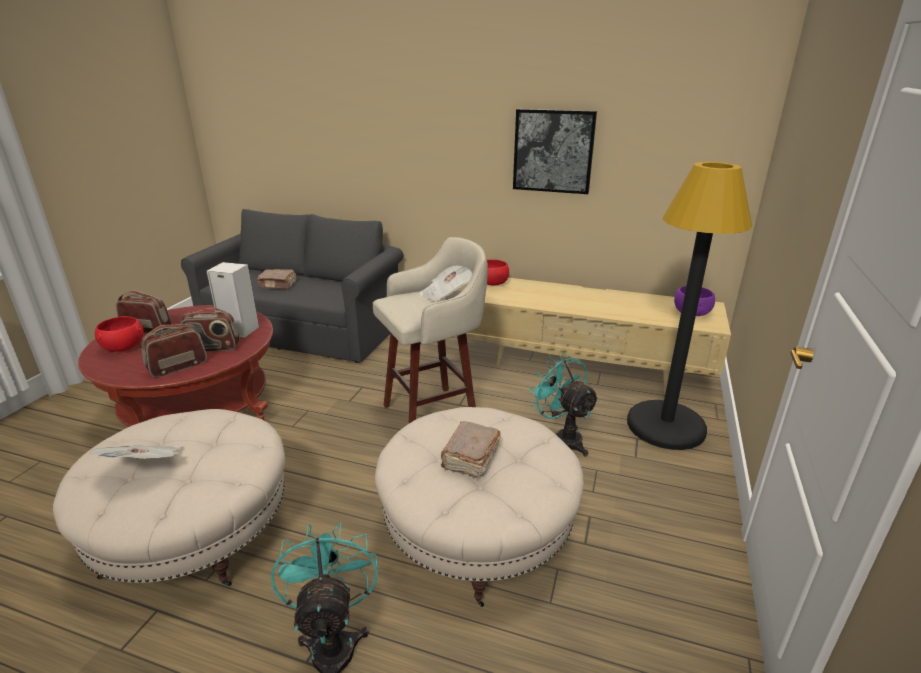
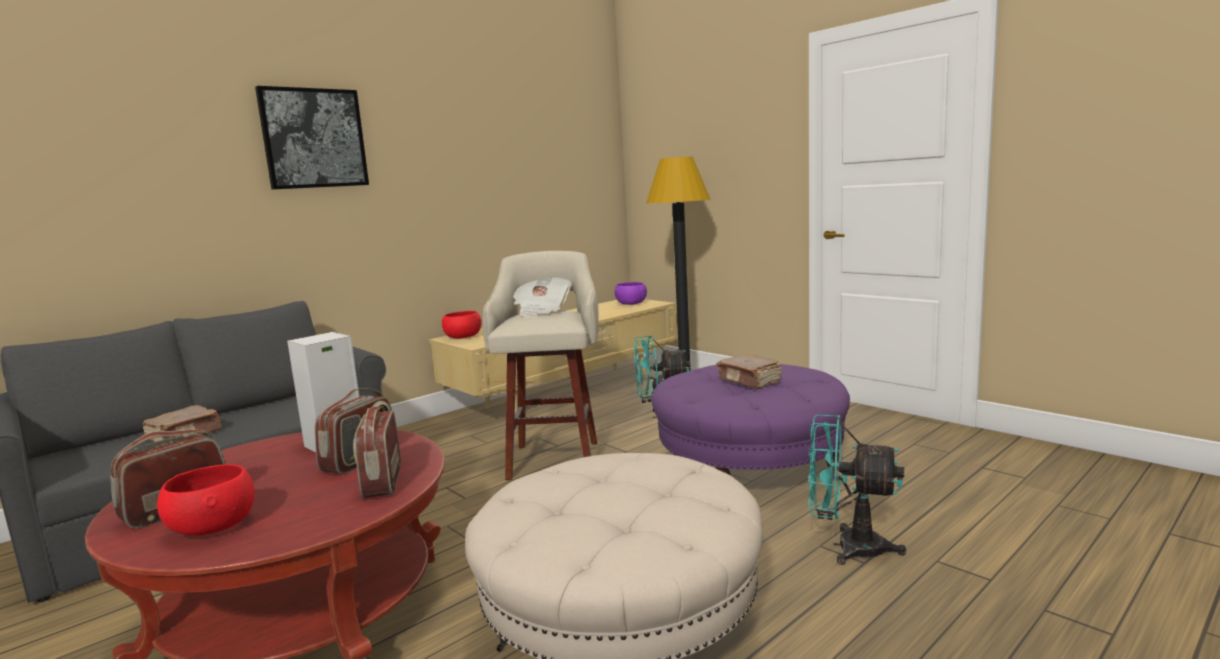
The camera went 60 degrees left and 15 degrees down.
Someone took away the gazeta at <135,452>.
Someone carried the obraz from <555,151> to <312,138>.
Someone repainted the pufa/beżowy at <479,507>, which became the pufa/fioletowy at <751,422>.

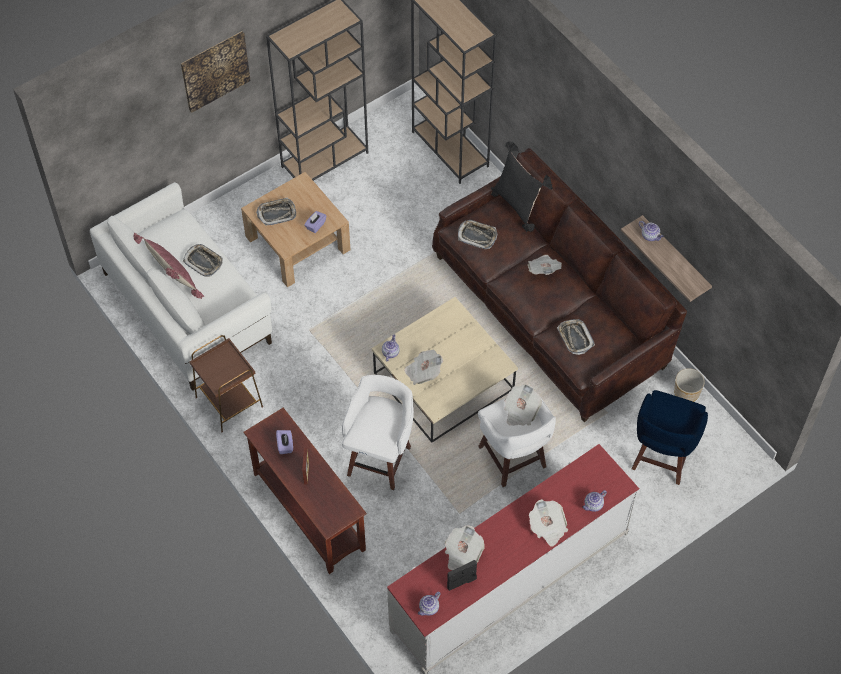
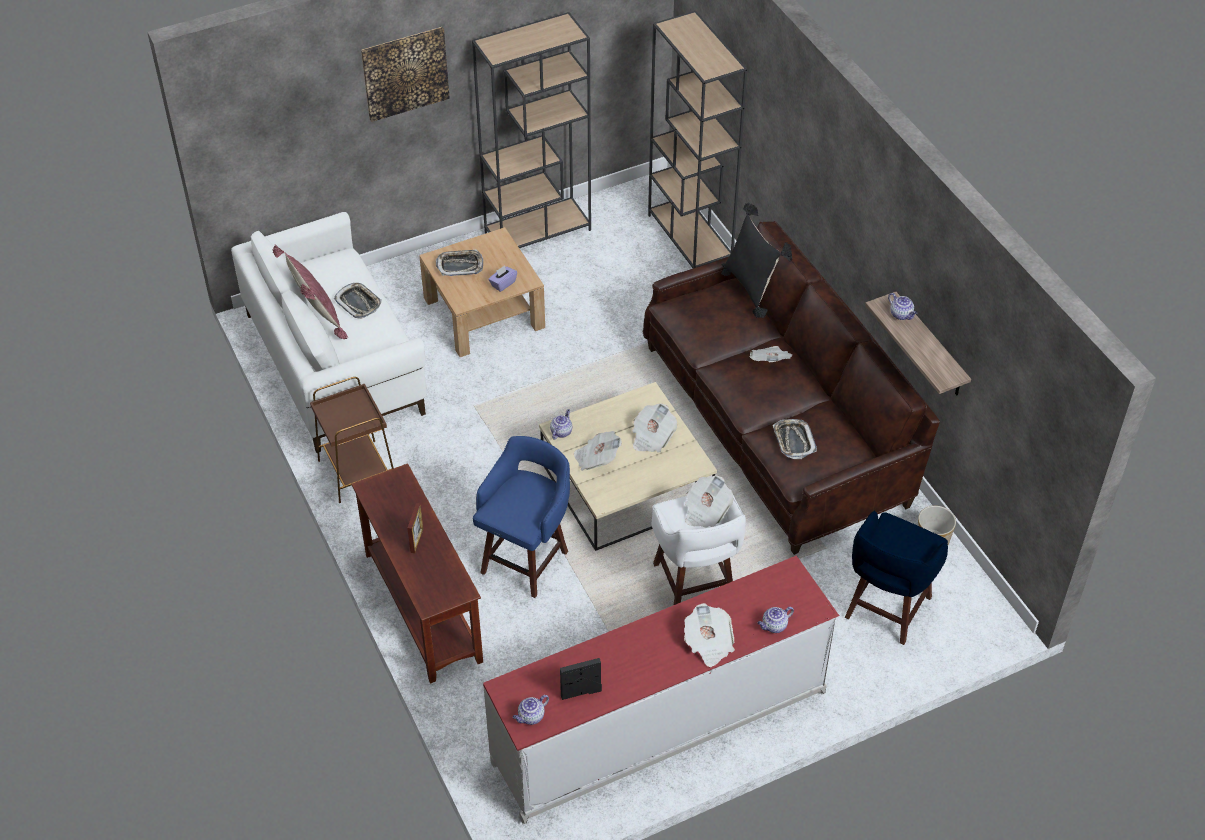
The camera went 10 degrees right and 10 degrees down.
Someone took away the pudełko chusteczek/fioletowy at <284,442>.
Someone took away the taca at <477,234>.
Someone carried the gazeta from <465,547> to <654,427>.
Someone repainted the stołek/biały at <378,432>, which became the stołek/niebieski at <521,517>.

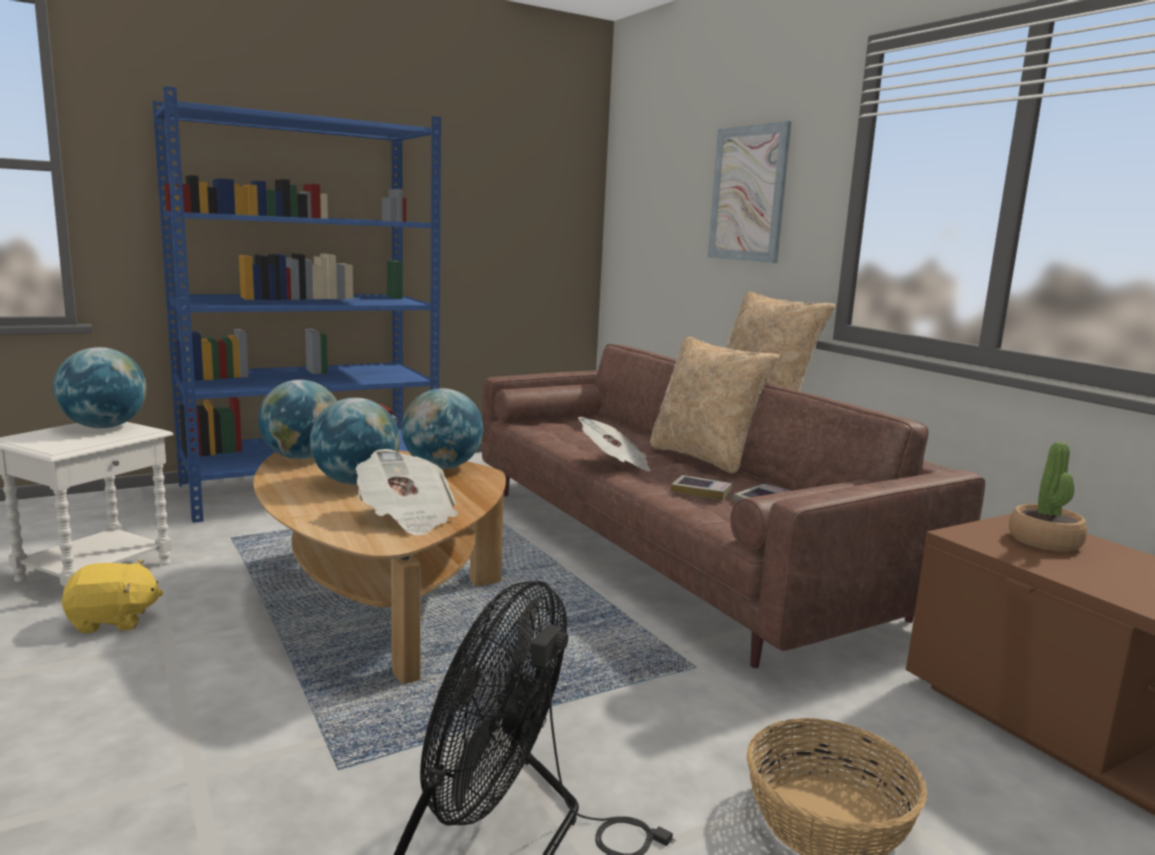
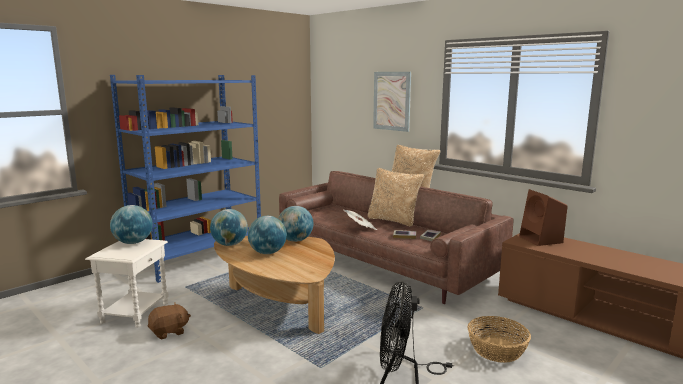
The camera went 15 degrees left and 0 degrees up.
Someone took away the gazeta at <407,492>.
Someone swapped the roślina doniczkowa at <1048,497> for the głośnik/brązowy at <543,217>.
Someone repainted the pluszak/żółty at <112,596>, which became the pluszak/brązowy at <169,320>.

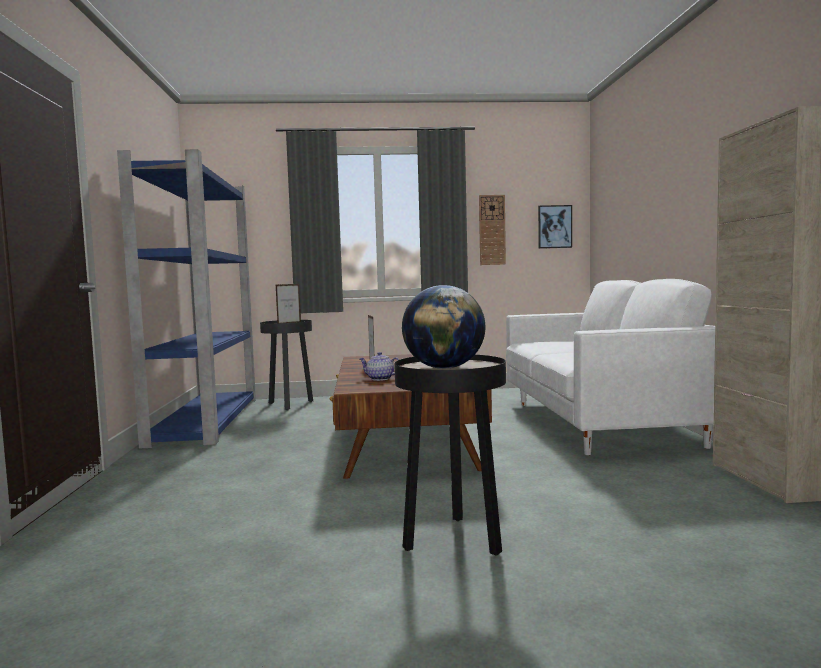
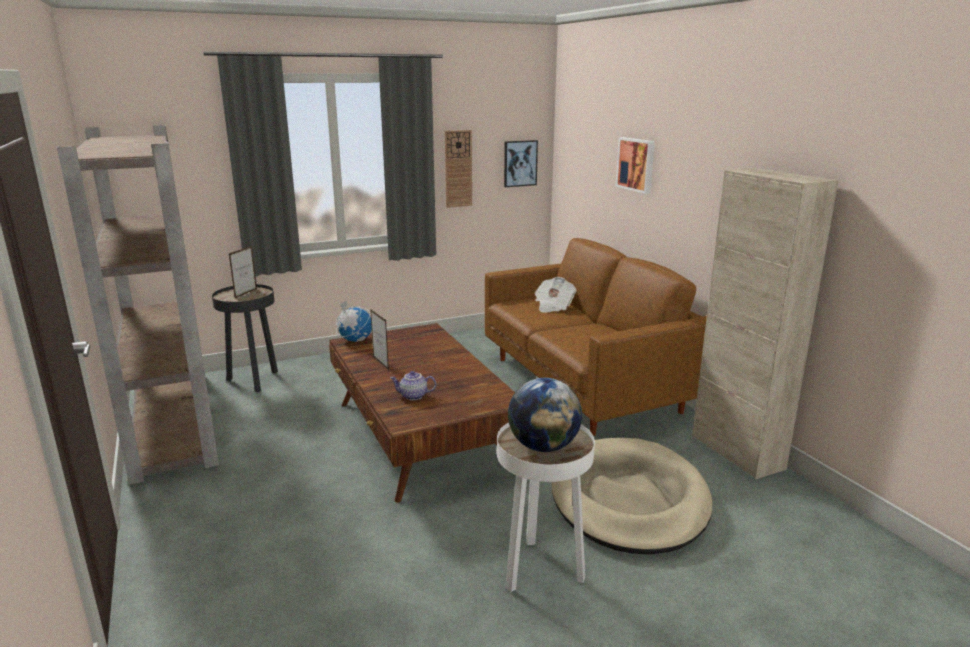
The camera went 20 degrees left and 15 degrees up.
Someone put down the globus at <354,321>.
Someone put down the gazeta at <556,295>.
Someone put down the legowisko/beżowy at <632,496>.
Someone put up the obraz at <635,165>.
Someone repainted the regał/niebieski at <186,299>, which became the regał/brązowy at <138,305>.
Someone repainted the stolik/czarny at <450,455>, which became the stolik/biały at <546,507>.
Someone repainted the kanapa/biały at <610,367>, which became the kanapa/brązowy at <596,337>.

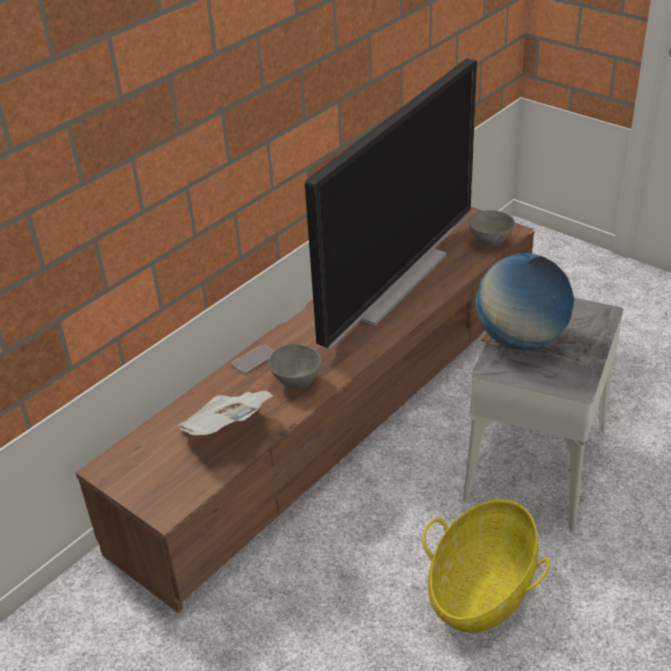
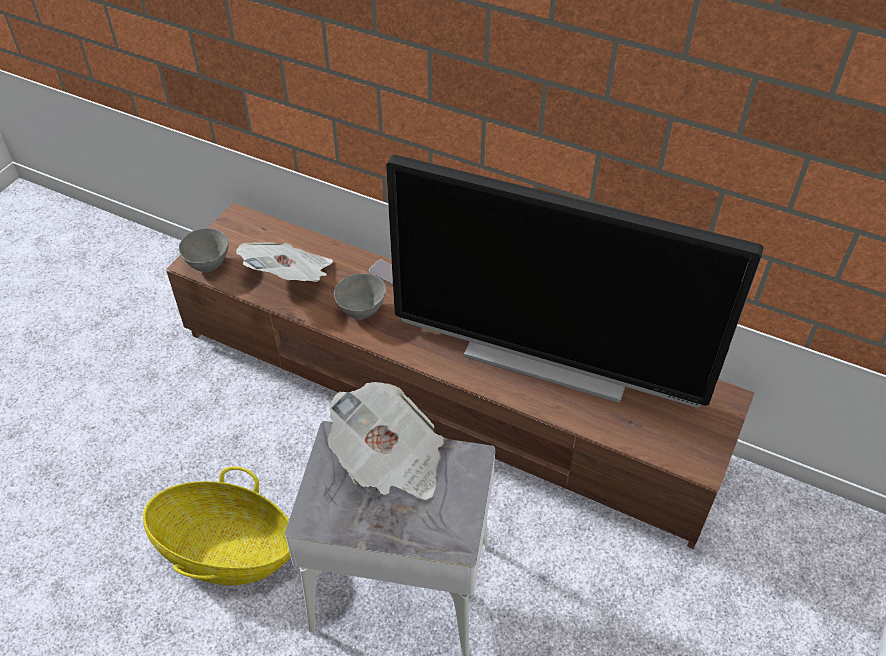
The camera went 75 degrees right and 10 degrees up.
Someone carried the miska/szary from <491,228> to <203,250>.
Someone swapped the globus at <524,301> for the gazeta at <385,441>.

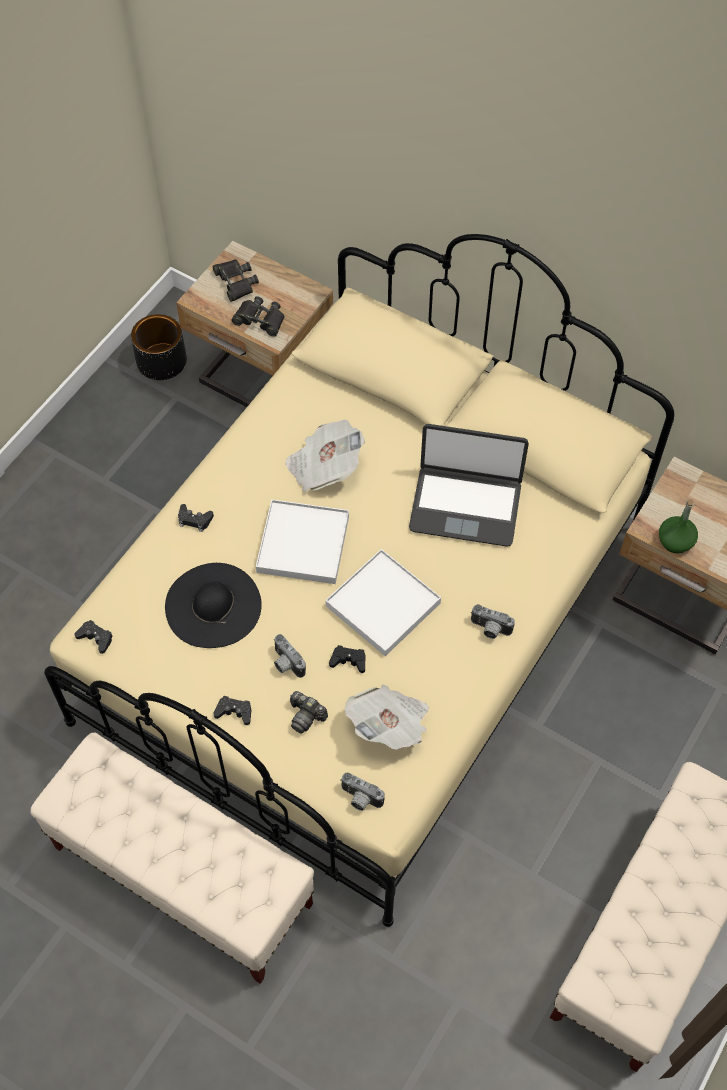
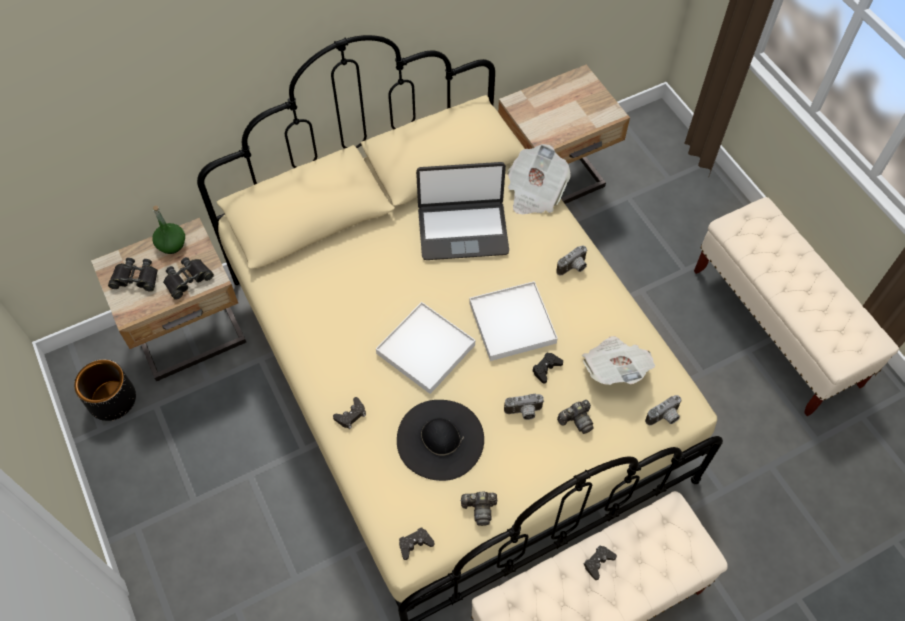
The camera went 60 degrees left and 0 degrees up.
Someone put down the aparat fotograficzny at <478,509>.
Someone carried the pad do gier/czarny from <232,710> to <600,563>.
Someone carried the gazeta from <325,455> to <539,179>.
Someone carried the butelka/zielony from <678,526> to <168,229>.
Someone rotated the laptop at <469,485> by 45 degrees clockwise.

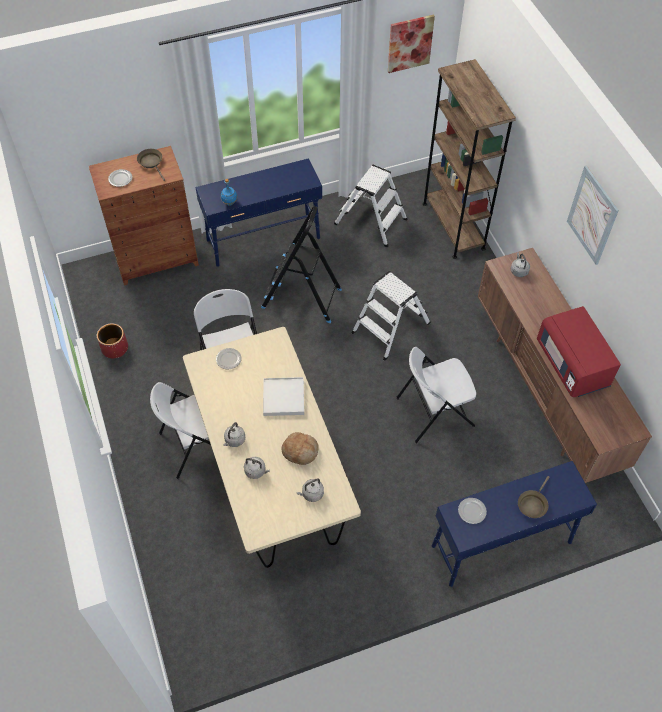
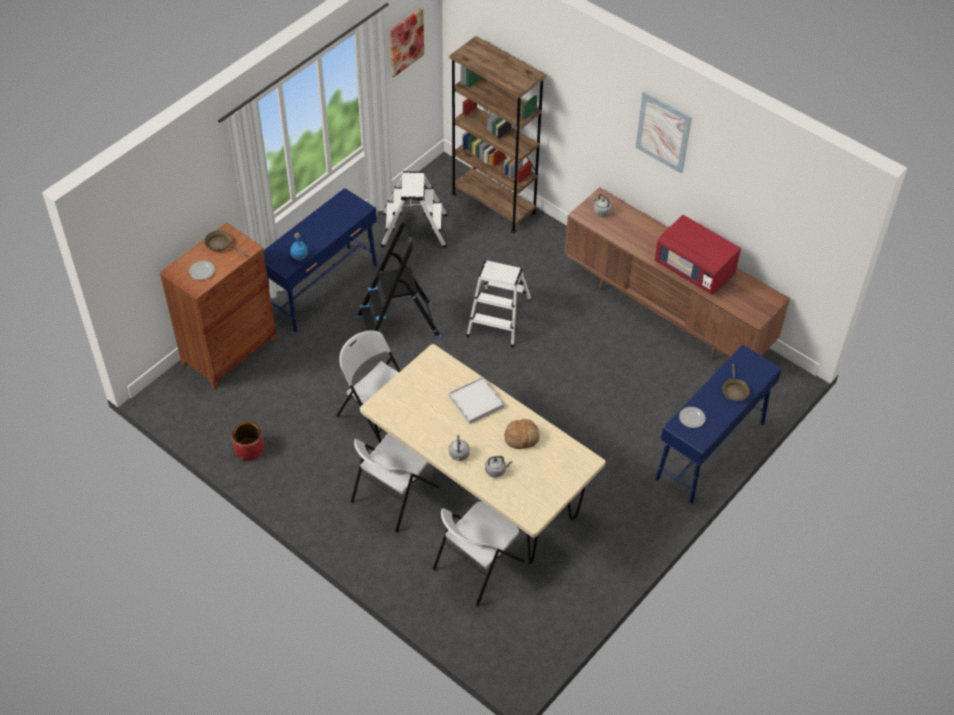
The camera went 30 degrees left and 5 degrees down.
Someone took away the talerz at <228,358>.
Someone took away the czajnik/szary at <310,490>.
Someone carried the krzesło/biały from <436,395> to <478,553>.

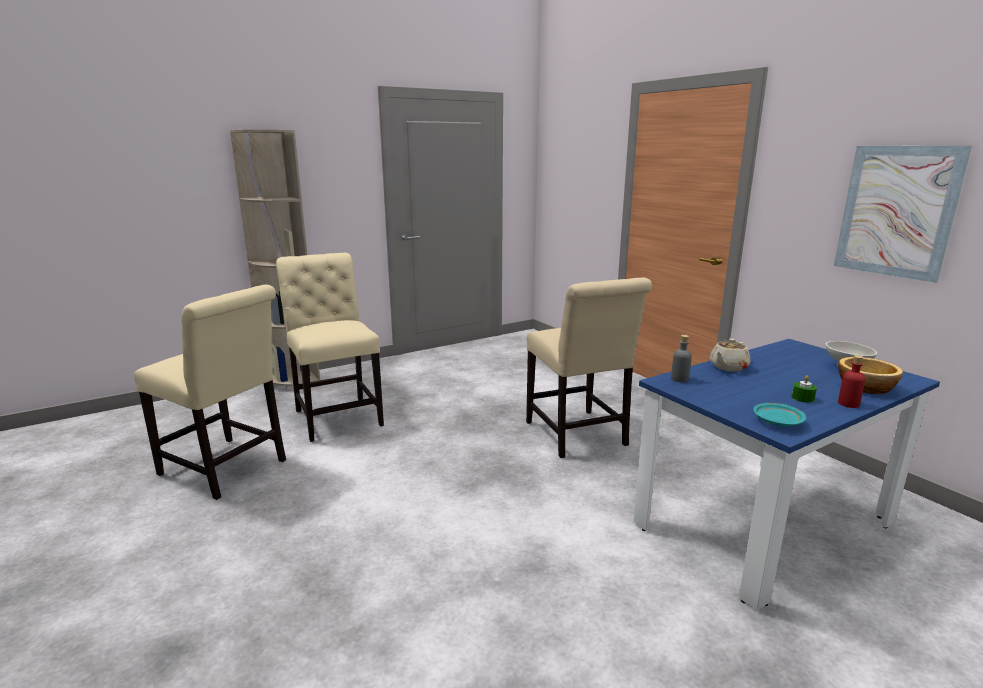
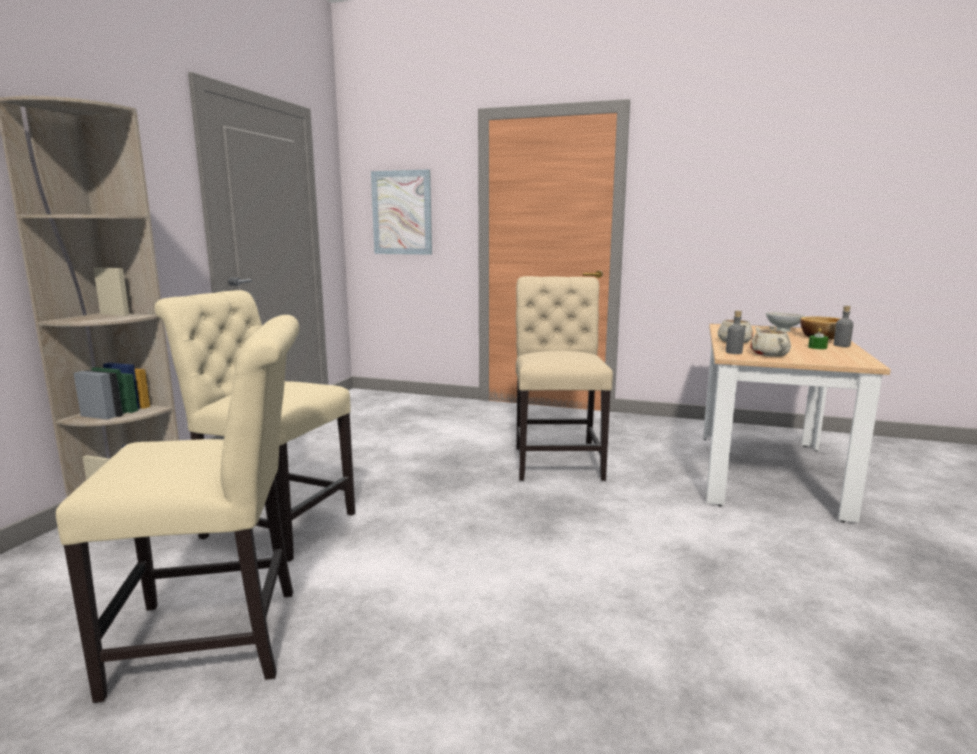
The camera went 40 degrees left and 5 degrees down.
Someone took away the talerz/turkusowy at <780,414>.
Someone put down the imbryk/beżowy at <770,341>.
Someone carried the obraz from <903,214> to <401,212>.
Someone repainted the stół jadalny/niebieski at <786,475>, which became the stół jadalny/beżowy at <797,423>.
Someone repainted the butelka/czerwony at <851,381>, which became the butelka/szary at <843,326>.
Someone rotated the krzesło/beżowy at <589,368> by 120 degrees counterclockwise.

